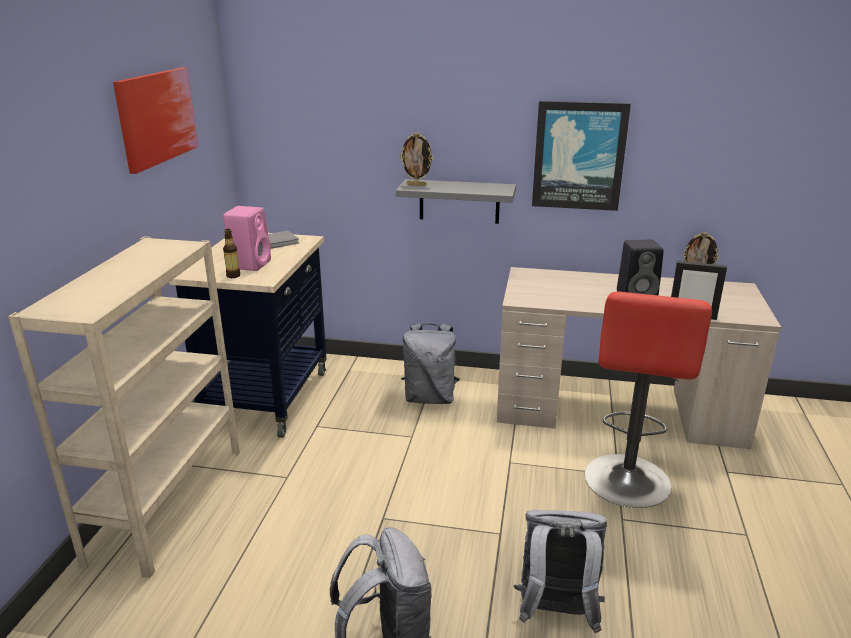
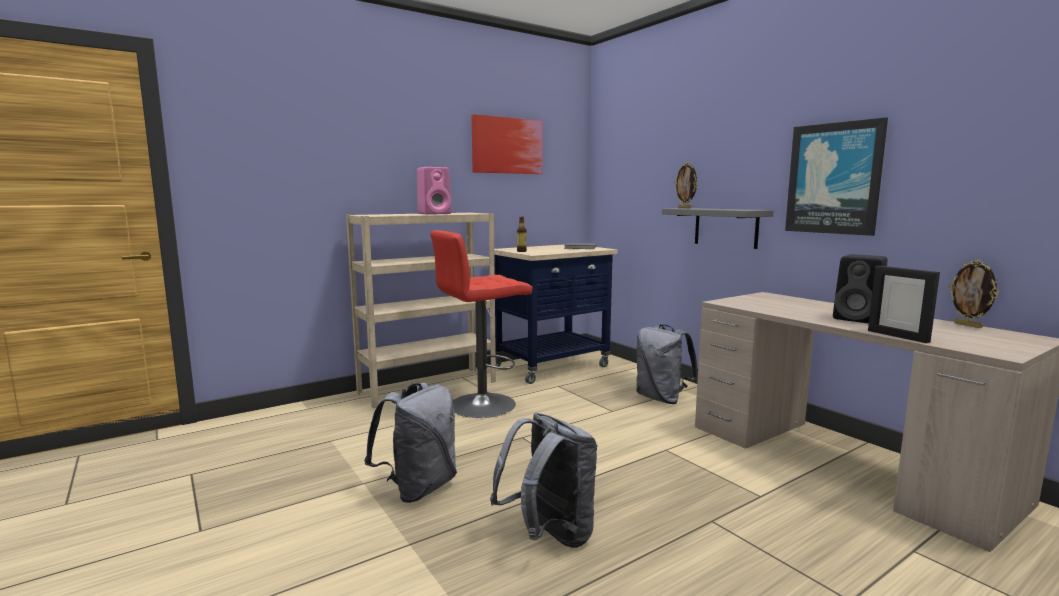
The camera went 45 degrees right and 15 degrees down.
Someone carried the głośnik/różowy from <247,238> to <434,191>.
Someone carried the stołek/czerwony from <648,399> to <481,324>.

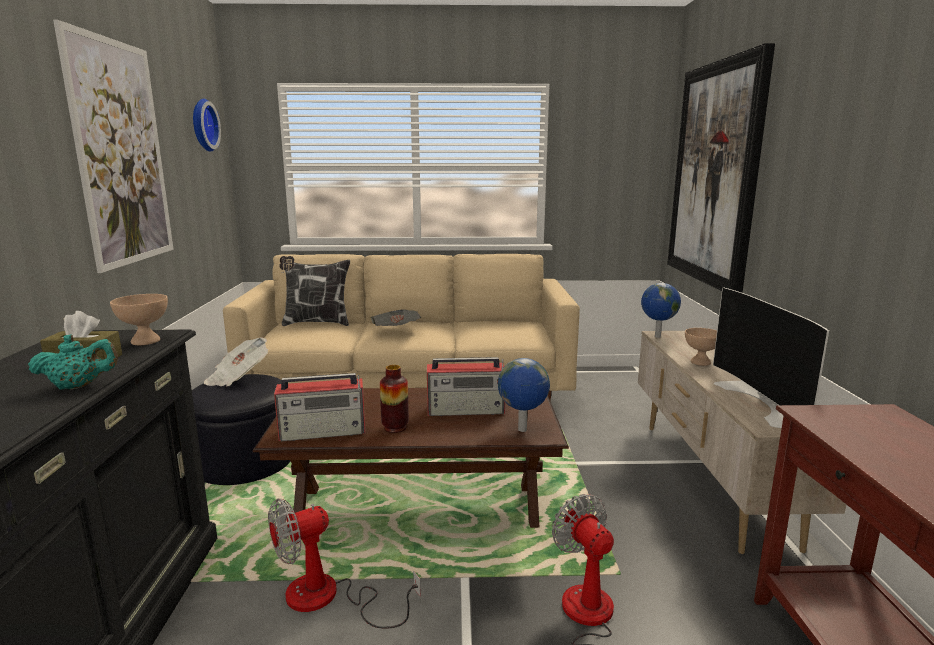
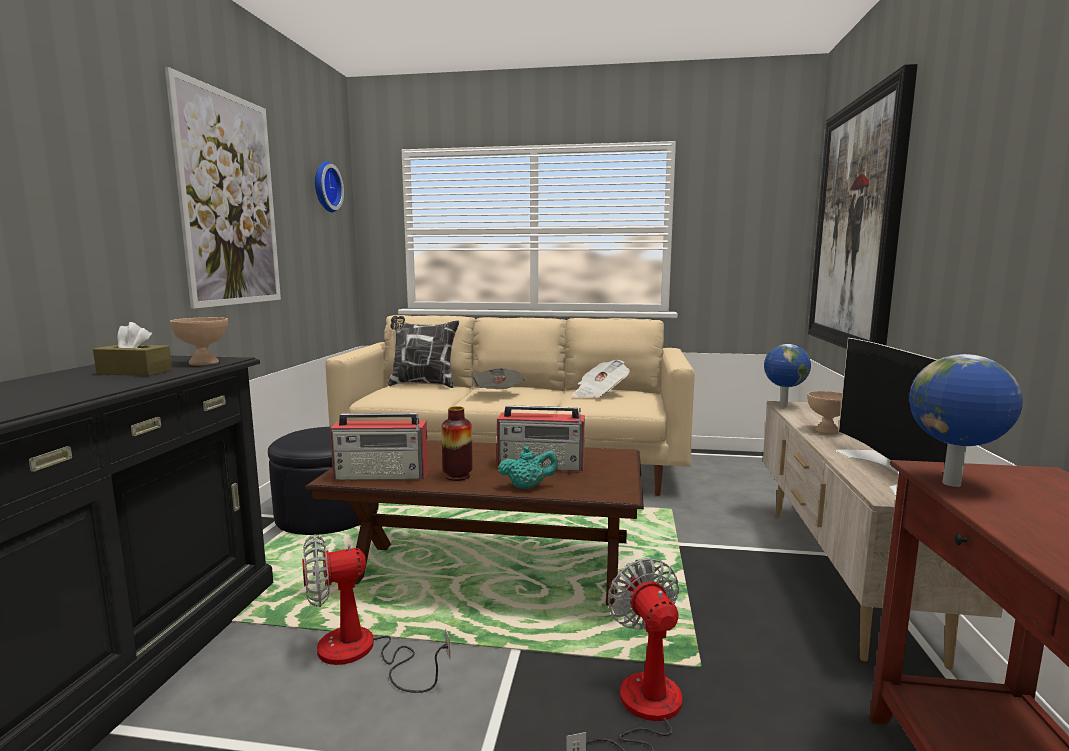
The camera went 10 degrees right and 5 degrees down.
Someone carried the imbryk/turkusowy from <73,362> to <528,467>.
Someone carried the gazeta from <236,361> to <601,379>.
Someone carried the globus from <524,395> to <966,420>.

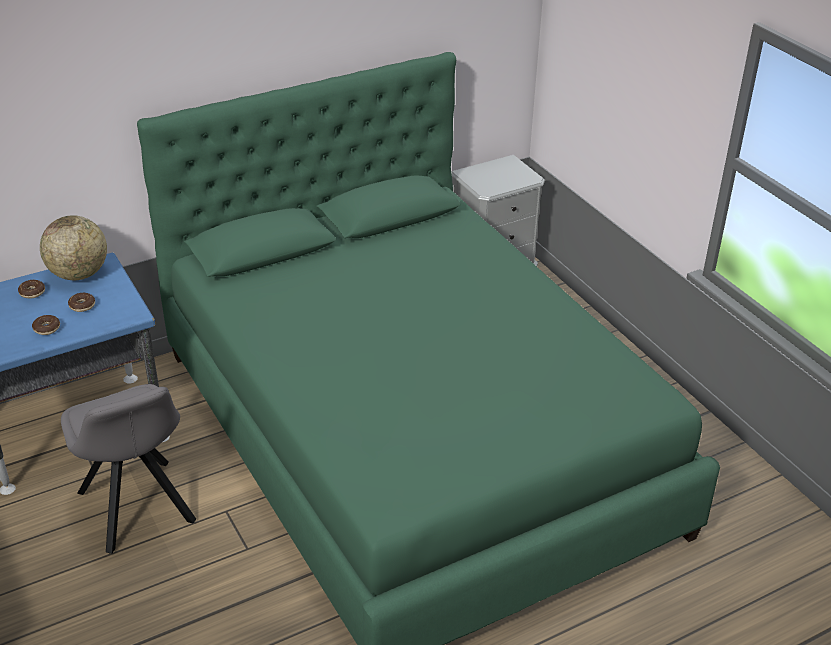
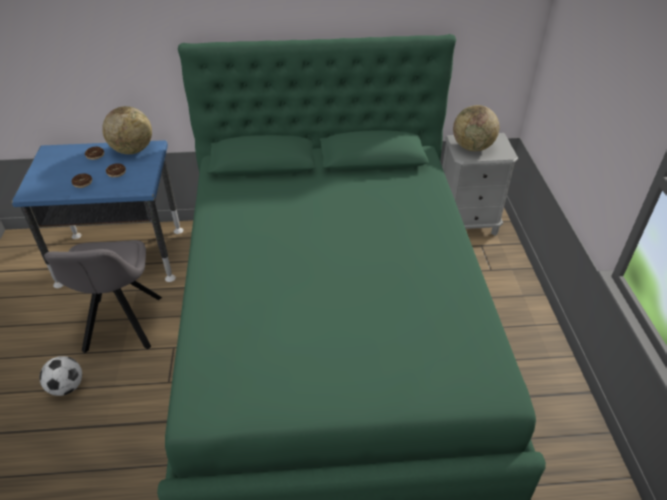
The camera went 25 degrees right and 5 degrees up.
Someone put down the piłka futbolowa at <60,376>.
Someone put down the globus at <476,128>.

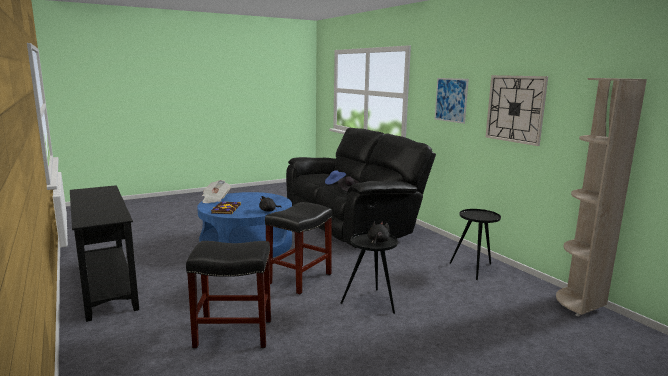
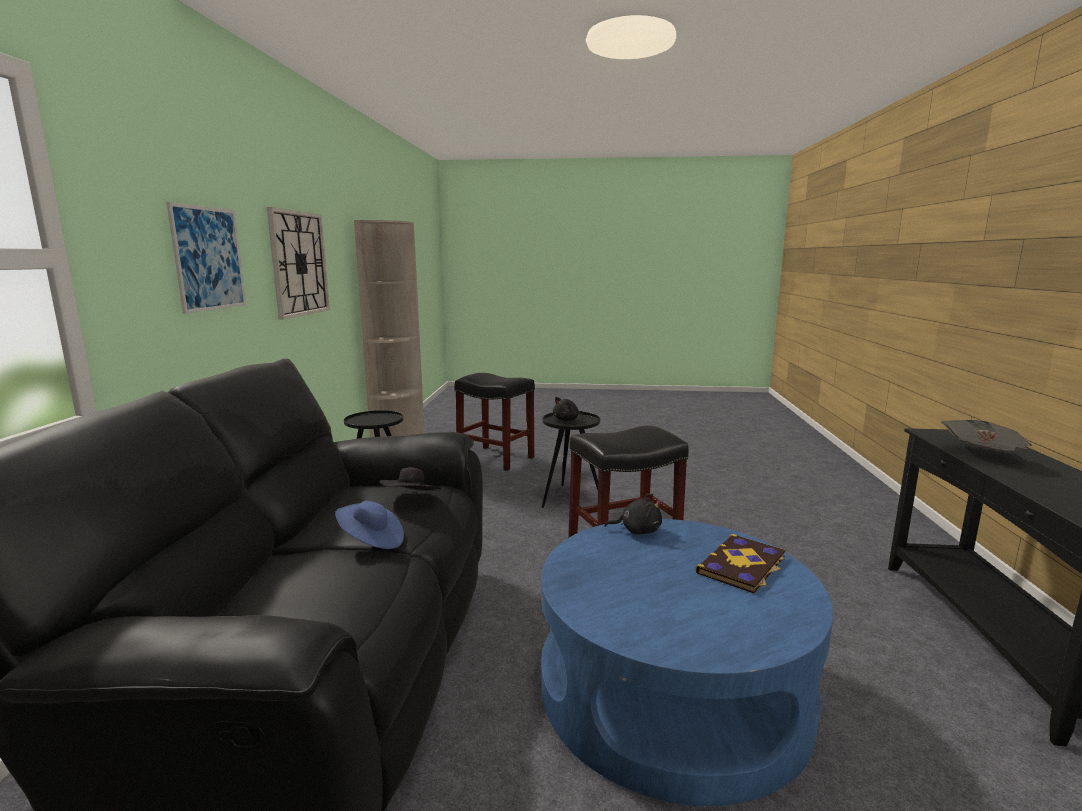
The camera went 145 degrees left and 0 degrees up.
Someone carried the stołek/czarny from <228,294> to <495,422>.
Someone carried the gazeta from <216,191> to <986,435>.

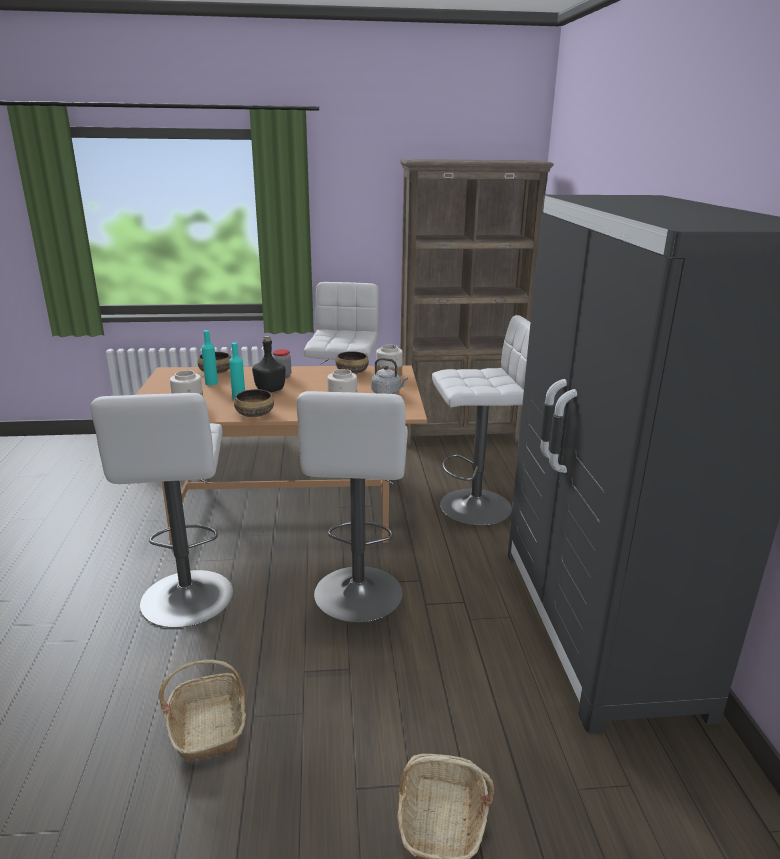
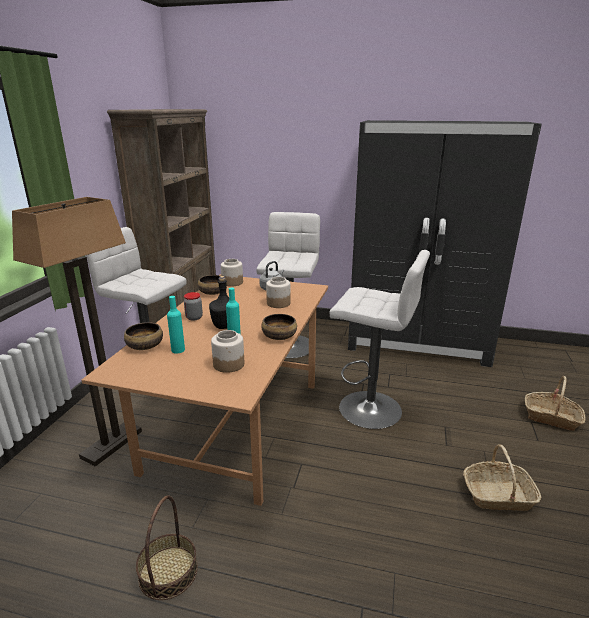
The camera went 70 degrees left and 0 degrees up.
Someone took away the stołek/biały at <161,510>.
Someone put down the lampa stojąca at <77,332>.
Someone put down the koszyk at <167,547>.

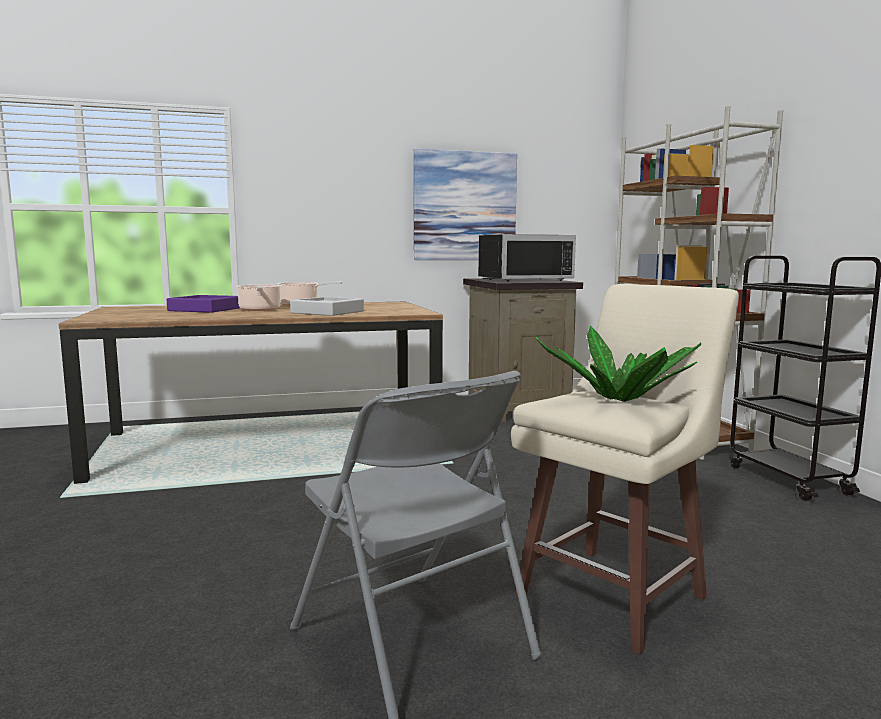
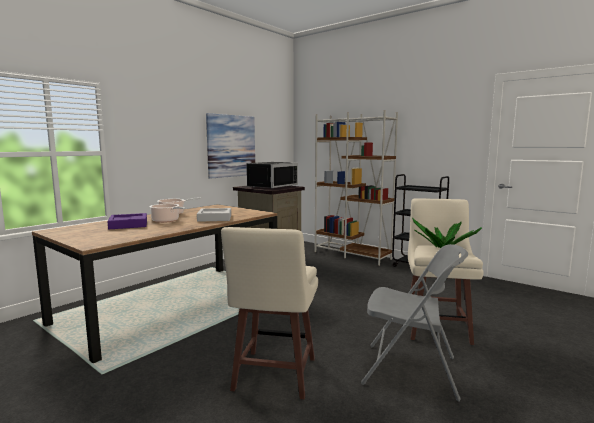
The camera went 35 degrees left and 0 degrees up.
Someone put down the stołek/beżowy at <269,313>.

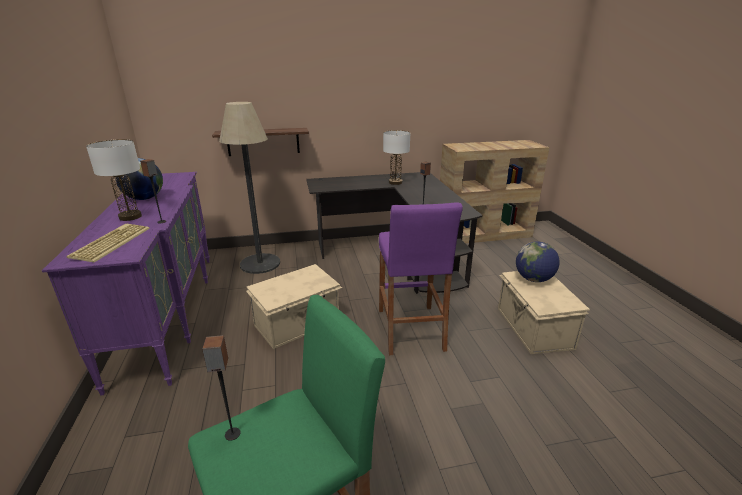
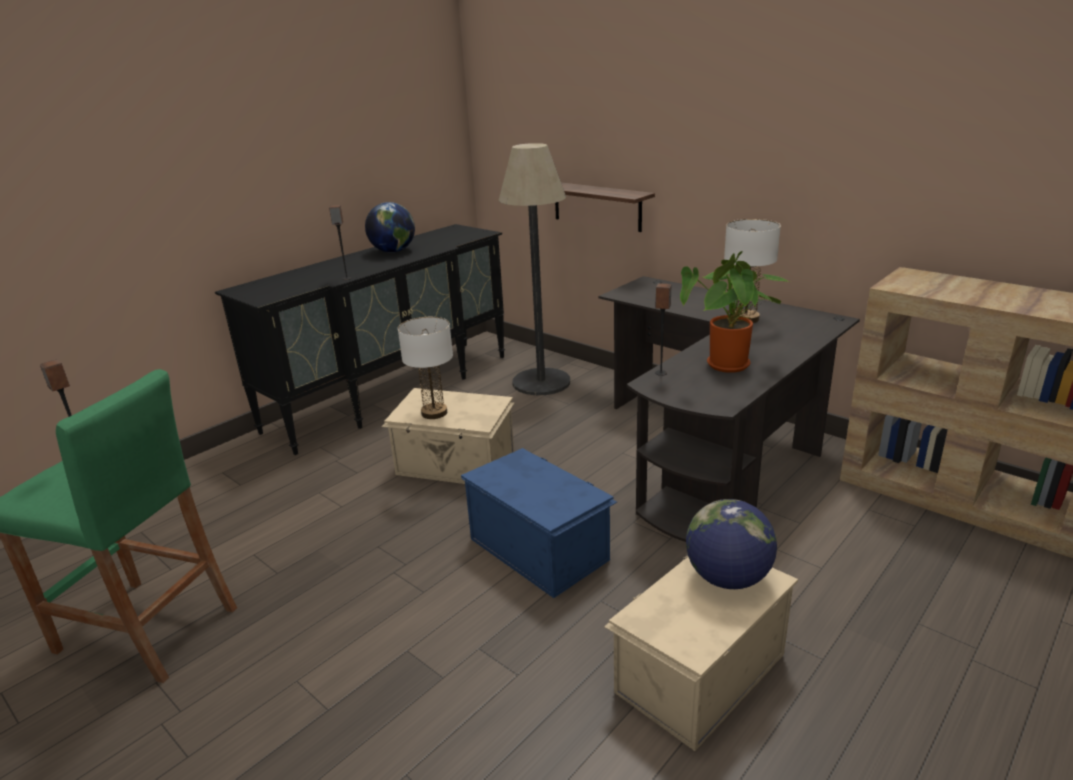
The camera went 55 degrees right and 0 degrees up.
Someone took away the klawiatura at <108,243>.
Someone put down the roślina doniczkowa at <735,312>.
Someone carried the lampa stołowa from <114,180> to <425,368>.
Someone swapped the stołek/fioletowy at <421,278> for the pojemnik do przechowywania/niebieski at <539,523>.
Someone repainted the szafka/fioletowy at <126,283>, which became the szafka/czarny at <360,339>.

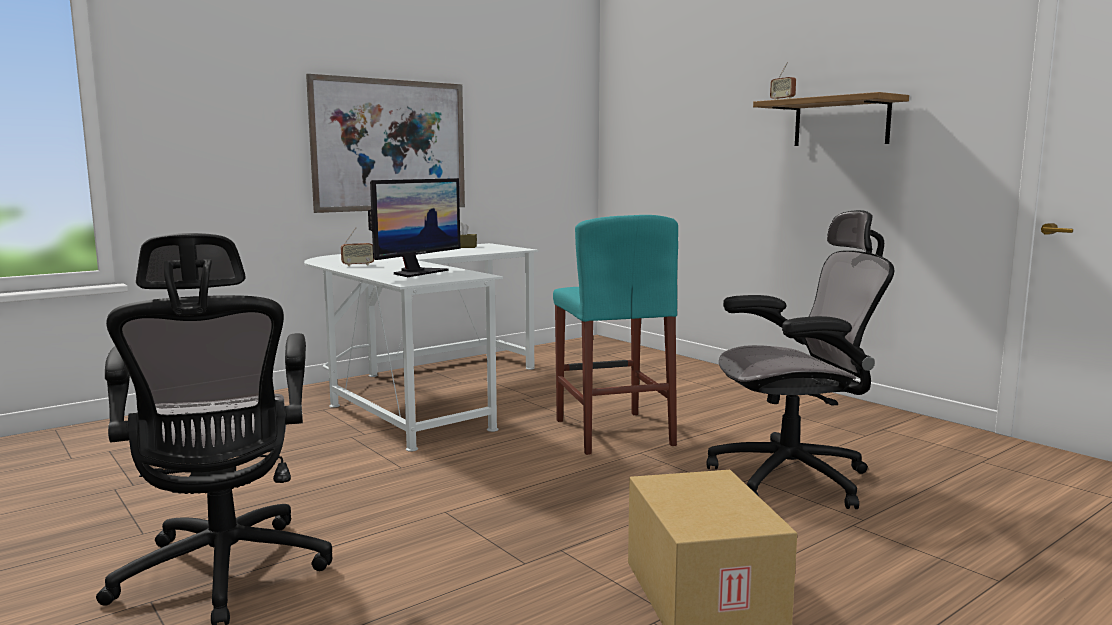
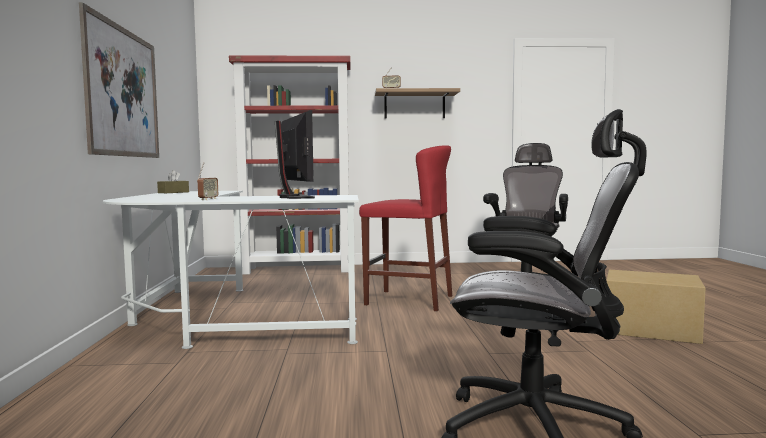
The camera went 55 degrees left and 5 degrees down.
Someone put down the regał/czerwony at <289,165>.
Someone repainted the stołek/turkusowy at <615,335>, which became the stołek/czerwony at <405,228>.

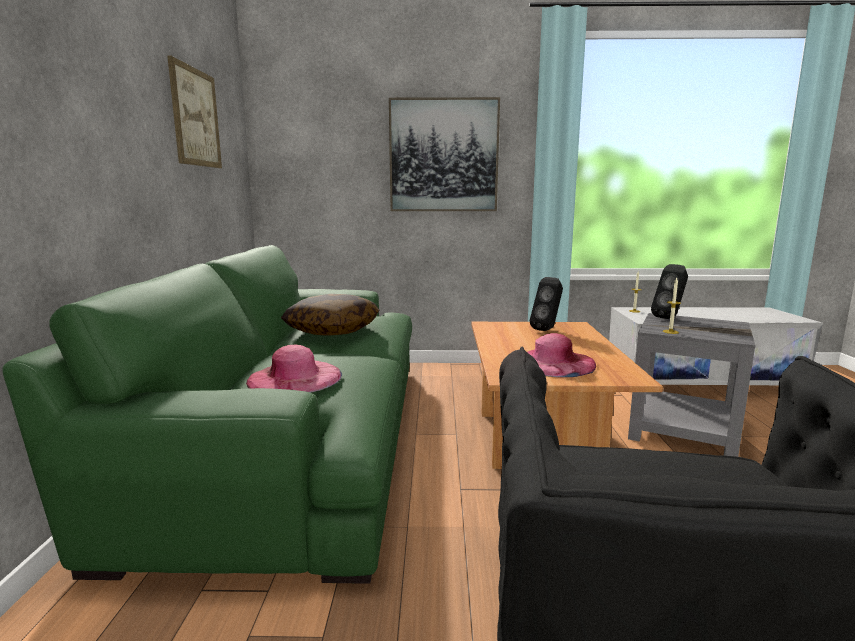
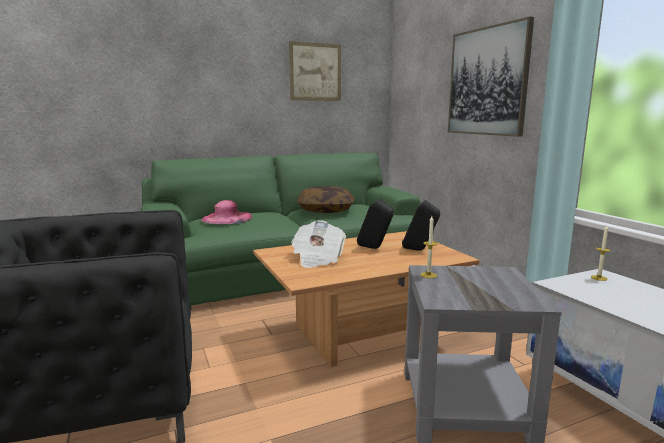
The camera went 65 degrees right and 0 degrees up.
Someone carried the głośnik/czarny from <669,291> to <375,224>.
Someone swapped the kapelusz/różowy at <561,355> for the gazeta at <318,244>.

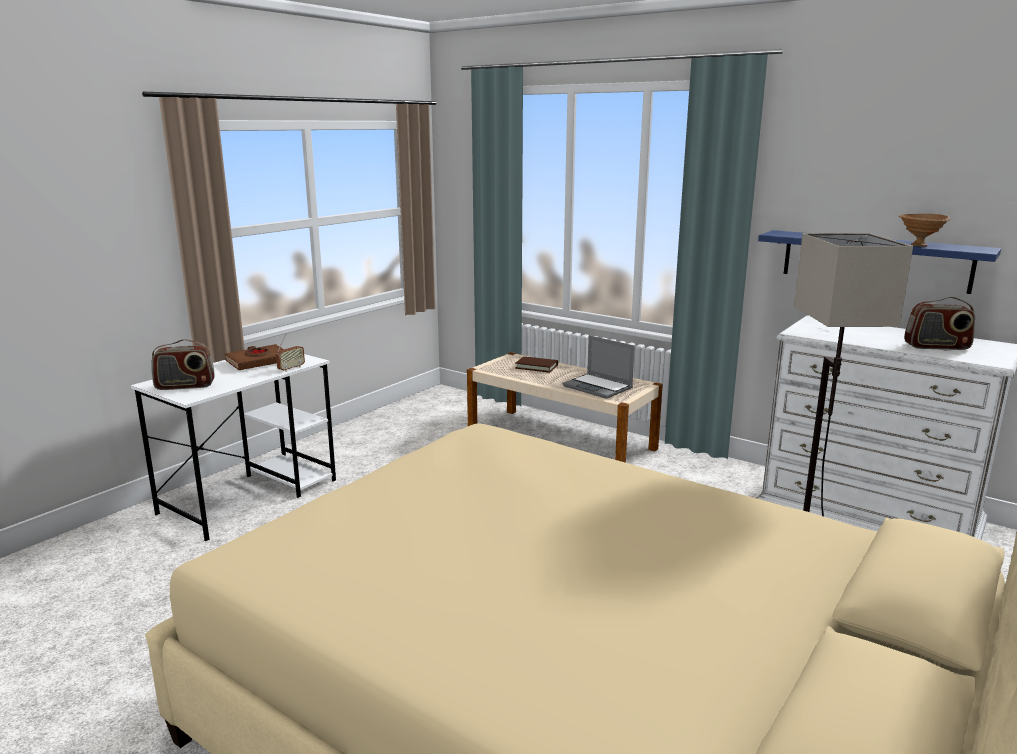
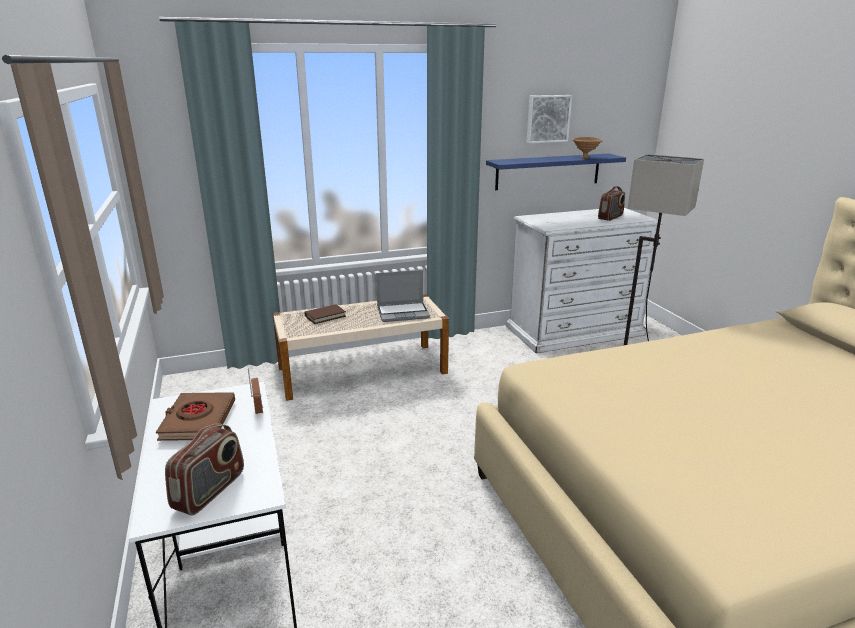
The camera went 55 degrees left and 5 degrees up.
Someone put up the obraz at <549,119>.

